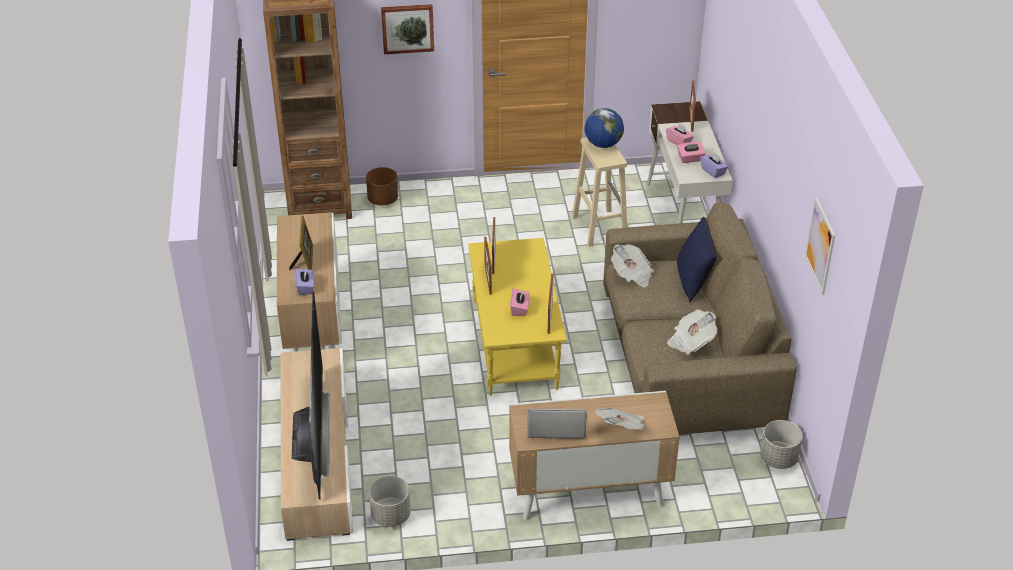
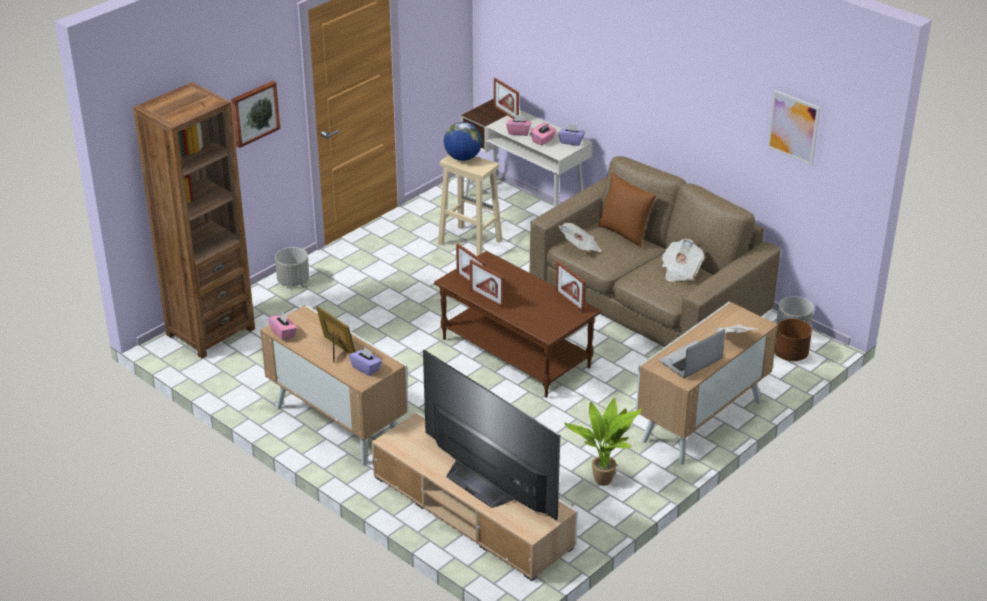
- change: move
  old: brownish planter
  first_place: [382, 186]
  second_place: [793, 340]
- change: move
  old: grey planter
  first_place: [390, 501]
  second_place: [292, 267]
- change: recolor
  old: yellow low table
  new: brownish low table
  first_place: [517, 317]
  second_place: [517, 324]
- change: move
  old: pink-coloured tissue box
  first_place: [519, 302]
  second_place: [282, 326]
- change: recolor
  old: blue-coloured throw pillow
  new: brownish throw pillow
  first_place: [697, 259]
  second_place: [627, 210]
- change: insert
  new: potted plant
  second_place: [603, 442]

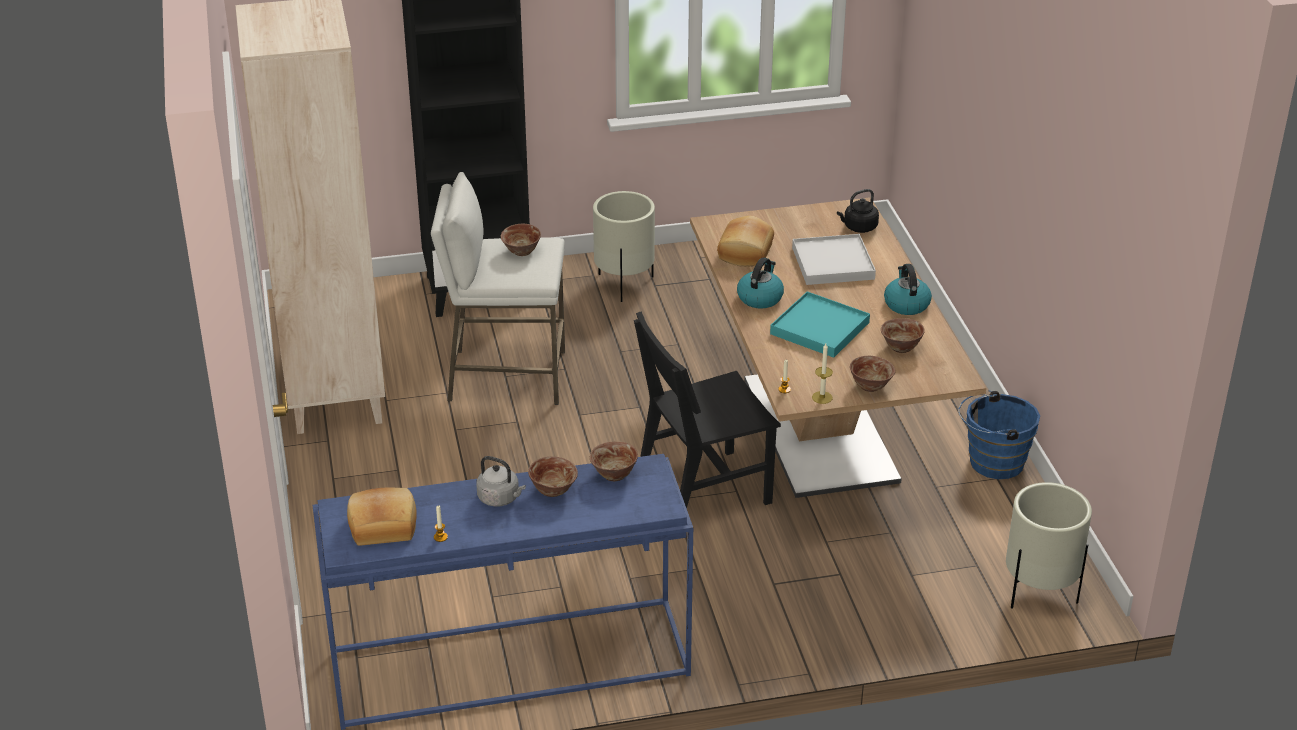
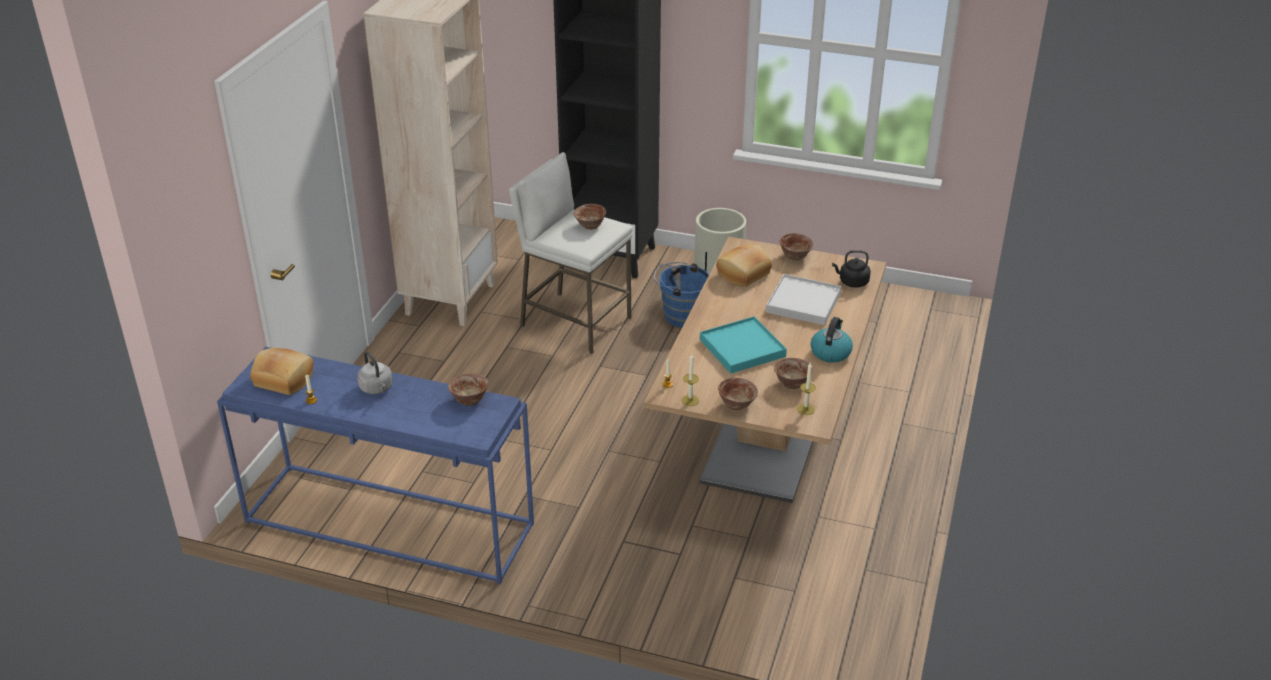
- change: move
  old: serving bowl
  first_place: [553, 477]
  second_place: [797, 246]
- change: delete
  old: black plain chair
  first_place: [707, 409]
- change: delete
  old: kettle
  first_place: [760, 282]
- change: move
  old: blue-coloured water bucket
  first_place: [999, 434]
  second_place: [681, 295]
- change: delete
  old: beige planter
  first_place: [1049, 545]
- change: insert
  new: wax candle
  second_place: [806, 389]

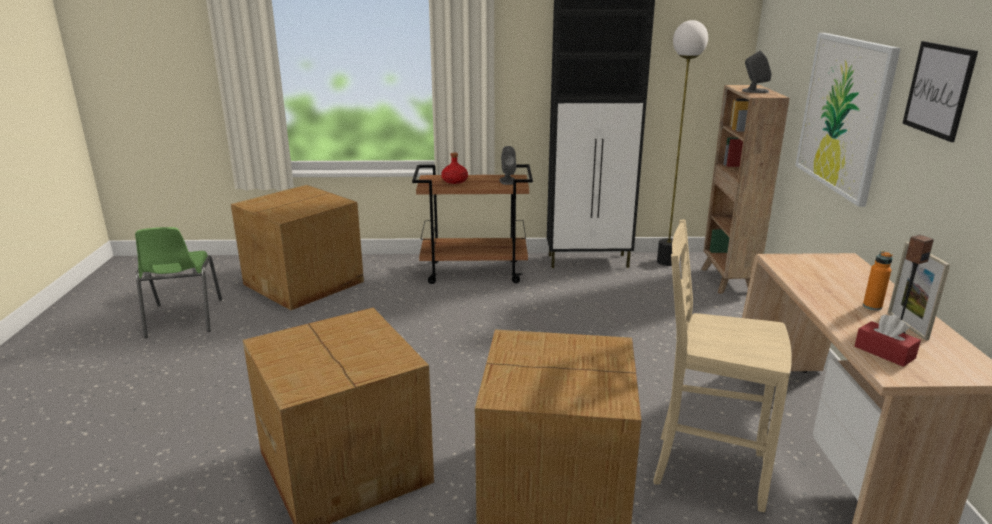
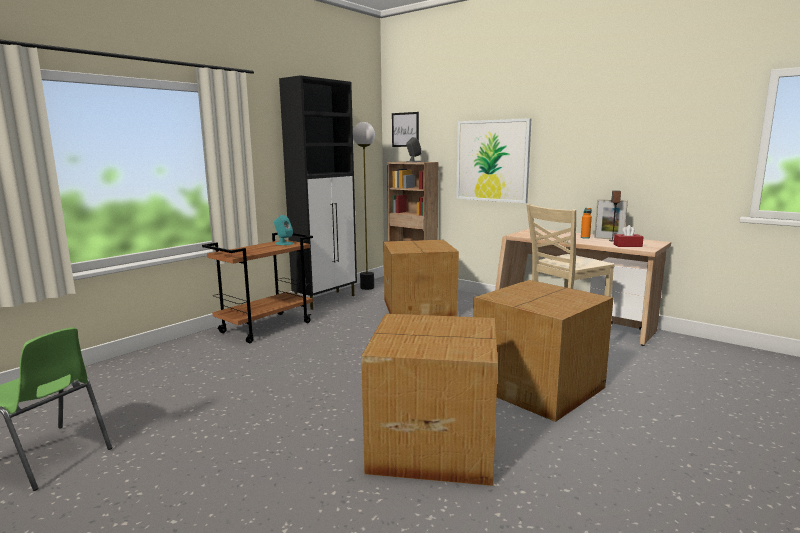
- change: move
  old: cardboard box
  first_place: [297, 247]
  second_place: [421, 278]
- change: delete
  old: red drink bottle
  first_place: [454, 168]
- change: recolor
  old: grey loudspeaker
  new: turquoise loudspeaker
  first_place: [507, 165]
  second_place: [283, 230]
- change: move
  old: wall picture
  first_place: [940, 91]
  second_place: [405, 129]

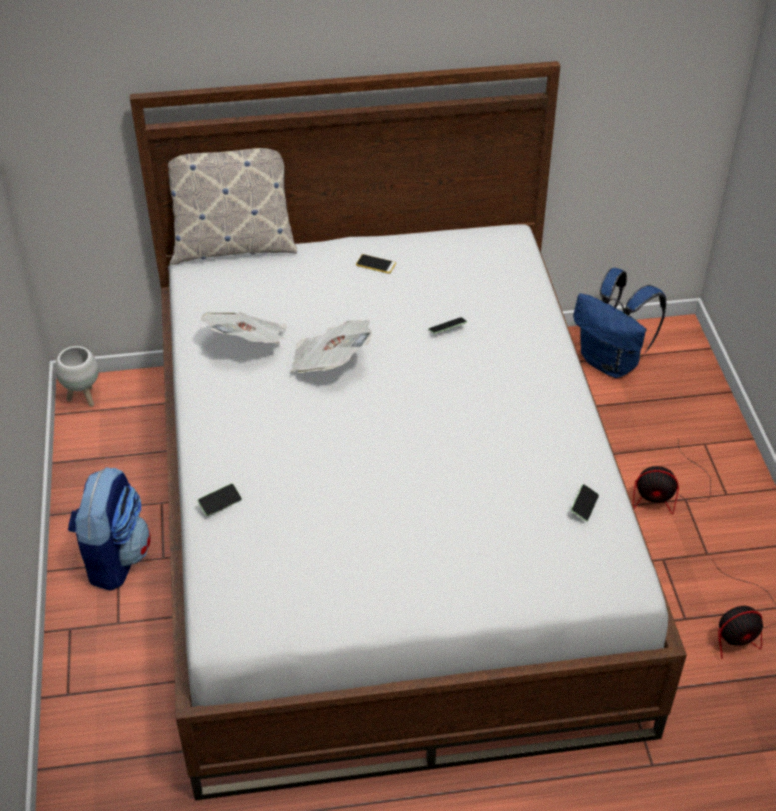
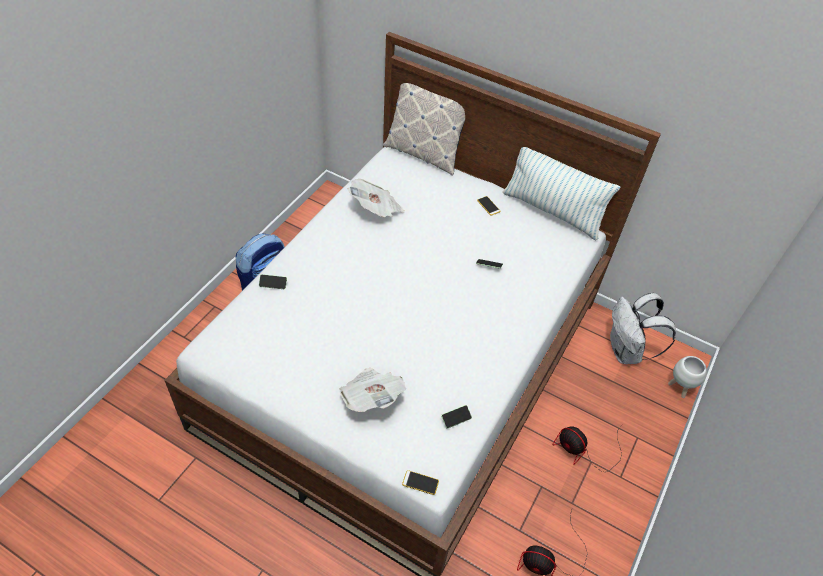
- change: move
  old: white planter
  first_place: [77, 376]
  second_place: [687, 377]
- change: move
  old: printed paper
  first_place: [331, 346]
  second_place: [372, 390]
- change: recolor
  old: blue-coloured backpack
  new: white backpack
  first_place: [619, 323]
  second_place: [643, 328]
- change: insert
  new: handset
  second_place: [420, 482]
- change: insert
  new: throw pillow
  second_place: [561, 194]

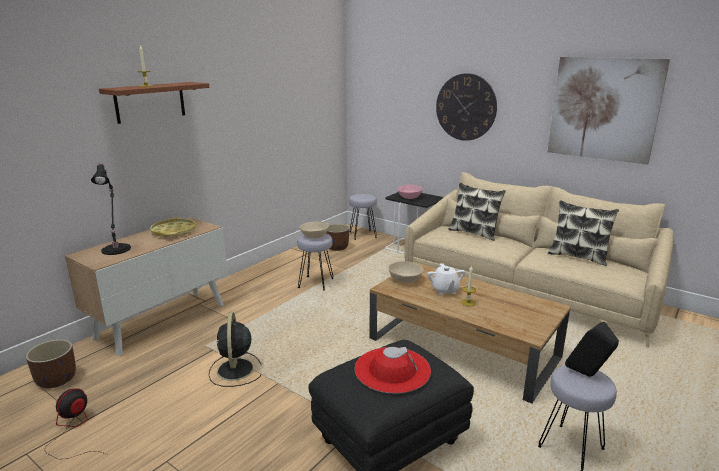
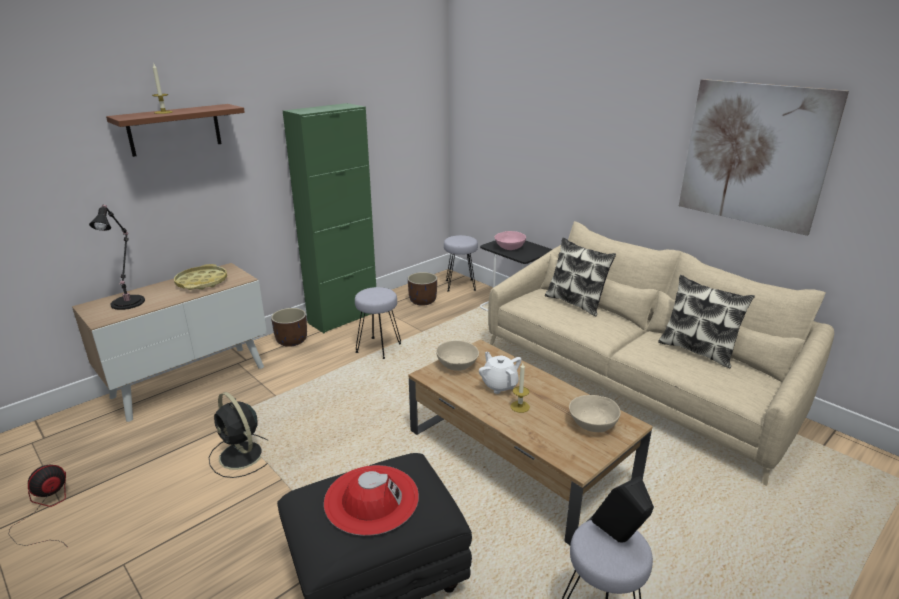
- change: move
  old: brownish planter
  first_place: [51, 363]
  second_place: [289, 327]
- change: rotate
  old: black electric fan
  first_place: [235, 349]
  second_place: [238, 435]
  degrees: -45
- change: move
  old: beige serving bowl
  first_place: [314, 230]
  second_place: [595, 413]
- change: rotate
  old: white teapot
  first_place: [446, 279]
  second_place: [500, 372]
  degrees: 150
- change: delete
  old: hanging clock
  first_place: [466, 107]
- change: insert
  new: green storage cabinet
  second_place: [329, 218]

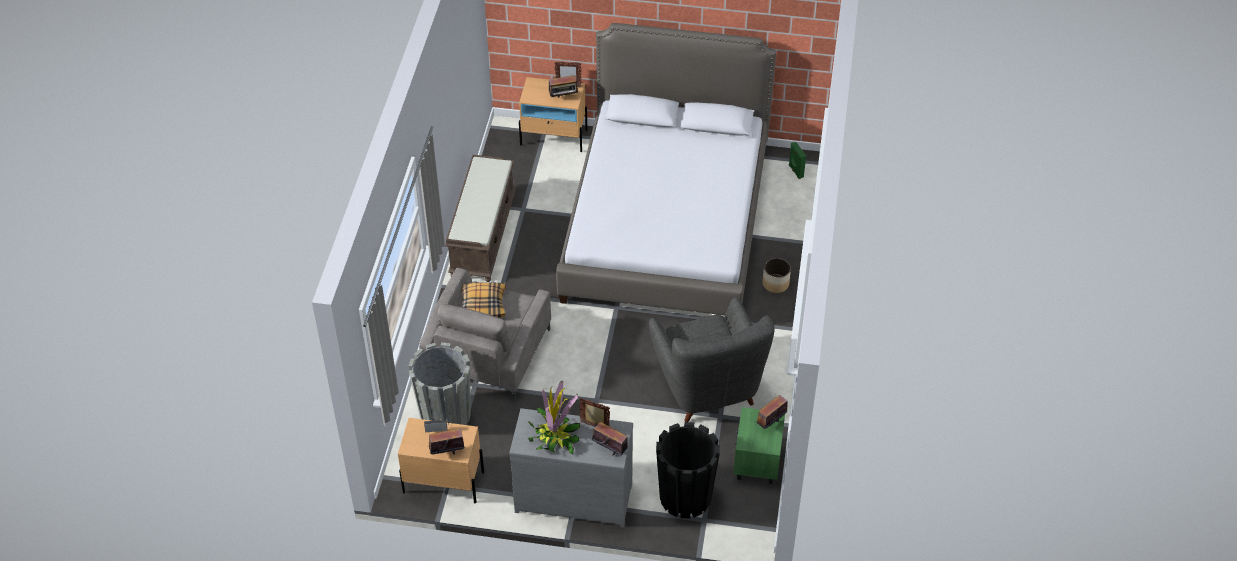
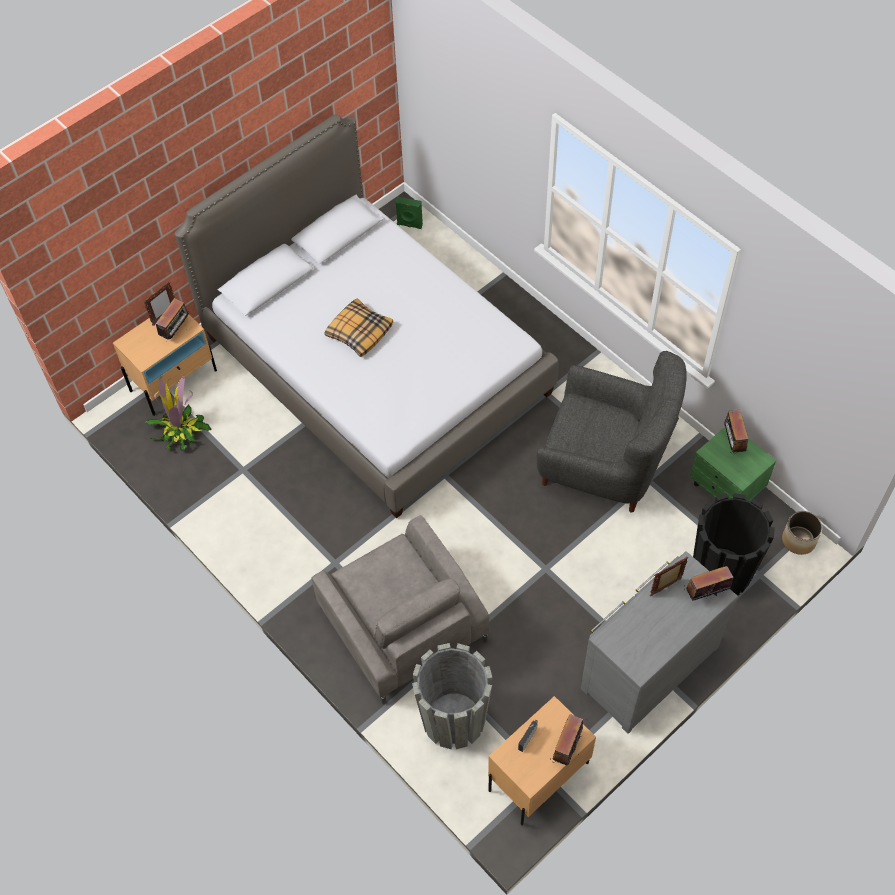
- change: delete
  old: brownish indoor bench
  first_place: [480, 218]
- change: move
  old: throw pillow
  first_place: [483, 300]
  second_place: [358, 327]
- change: move
  old: potted plant
  first_place: [554, 418]
  second_place: [178, 413]
- change: move
  old: planter
  first_place: [776, 275]
  second_place: [802, 533]

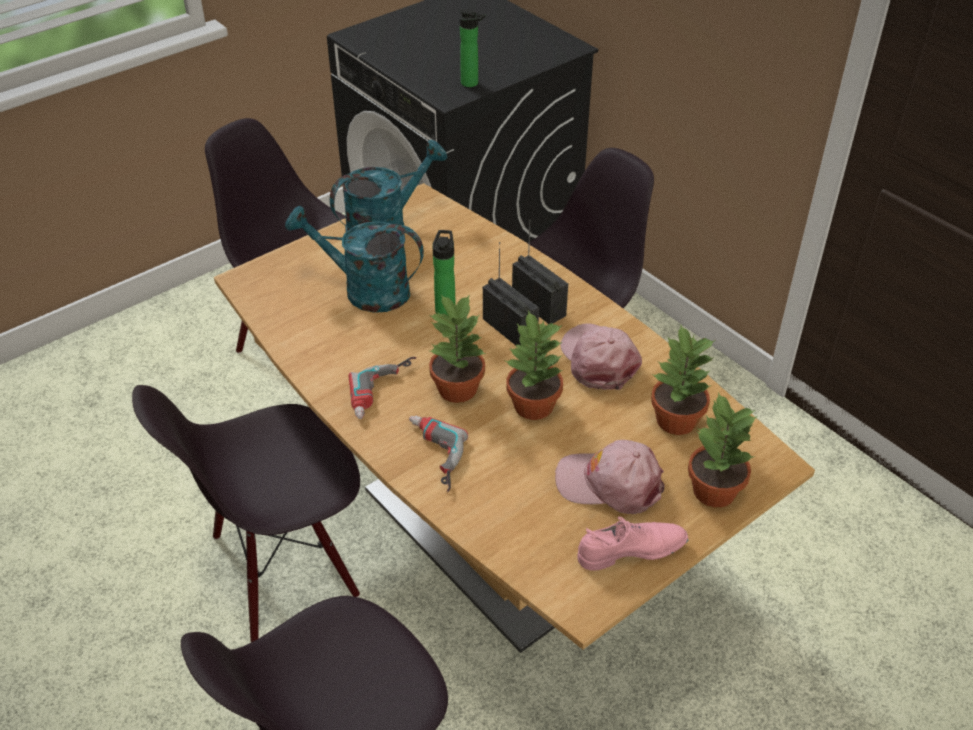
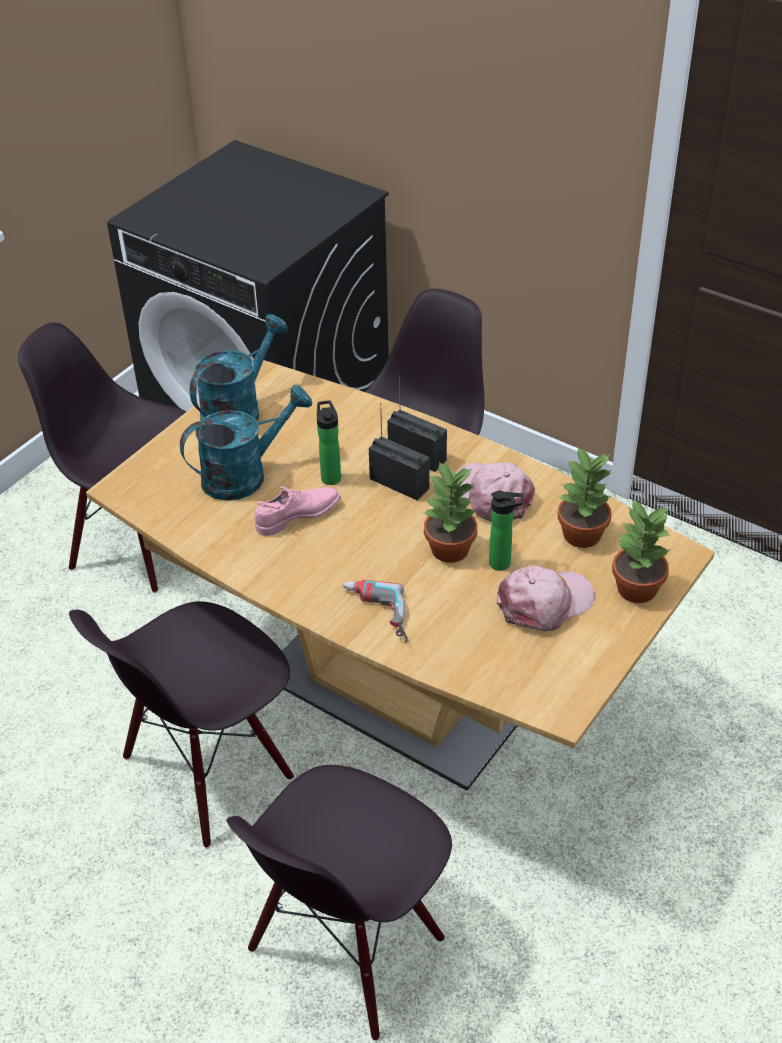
- change: rotate
  old: turquoise sprinkling can
  first_place: [354, 259]
  second_place: [246, 443]
  degrees: 150
- change: delete
  old: electric drill
  first_place: [382, 388]
- change: delete
  old: potted plant
  first_place: [457, 349]
- change: move
  old: drink bottle
  first_place: [473, 48]
  second_place: [506, 530]
- change: rotate
  old: pink-coloured peaked cap
  first_place: [610, 477]
  second_place: [546, 598]
  degrees: 150
- change: move
  old: pink-coloured shoe
  first_place: [633, 543]
  second_place: [297, 511]

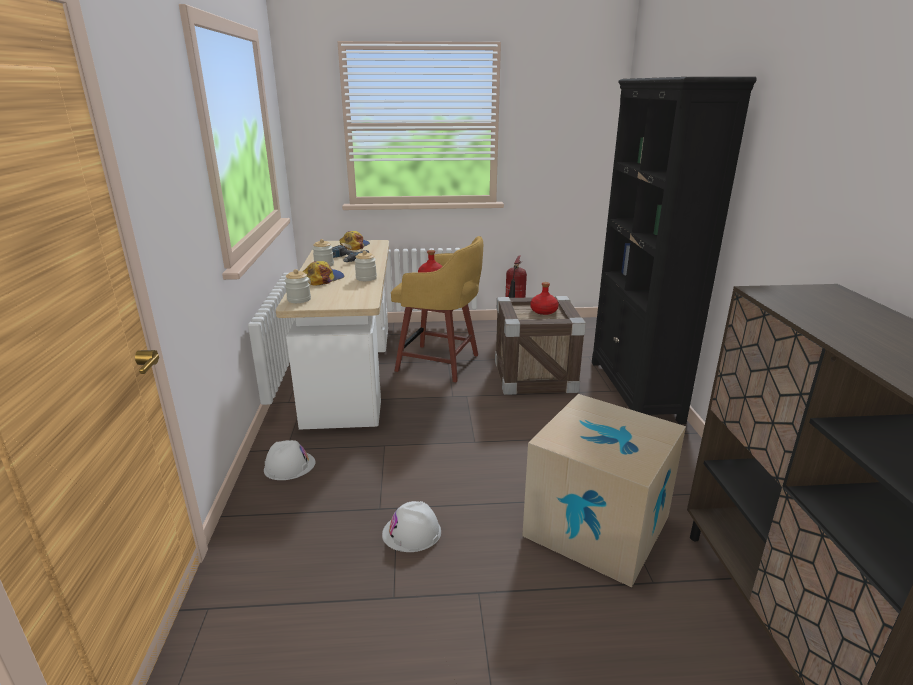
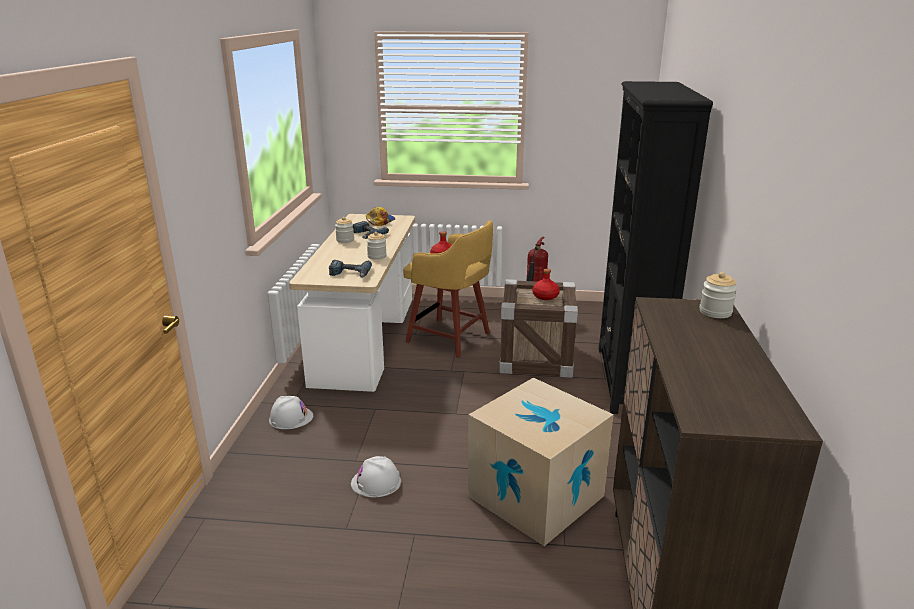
- change: move
  old: storage jar
  first_place: [298, 286]
  second_place: [718, 295]
- change: delete
  old: peaked cap
  first_place: [323, 273]
- change: insert
  new: electric drill
  second_place: [350, 269]

